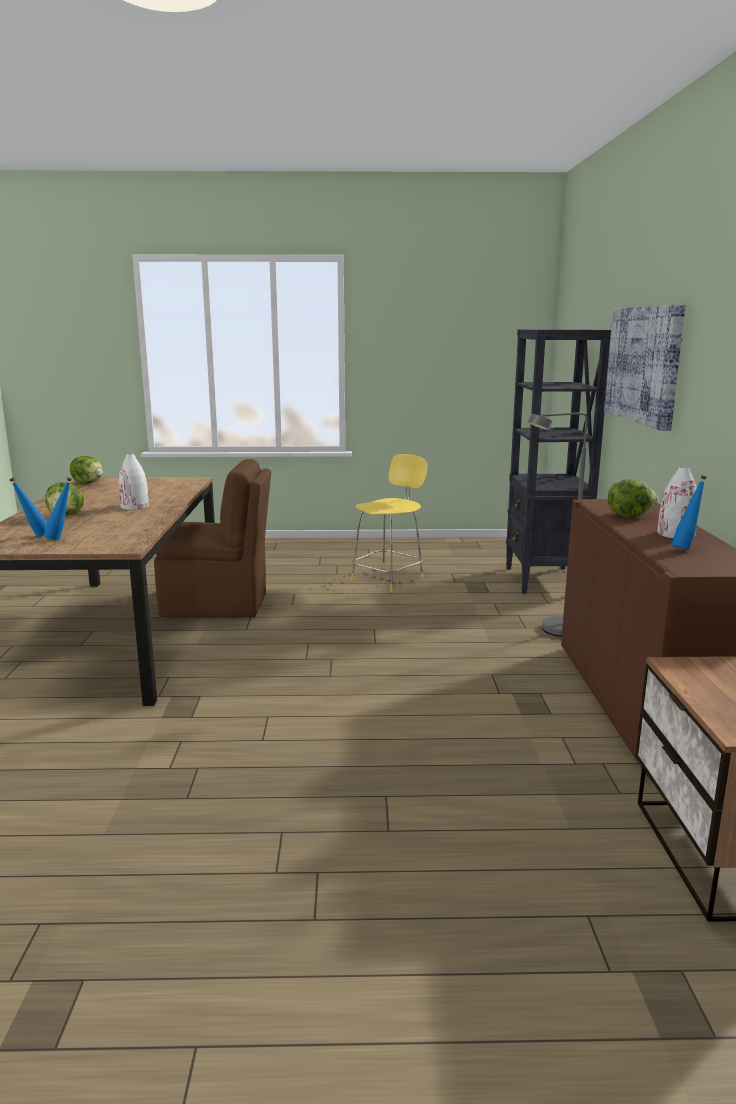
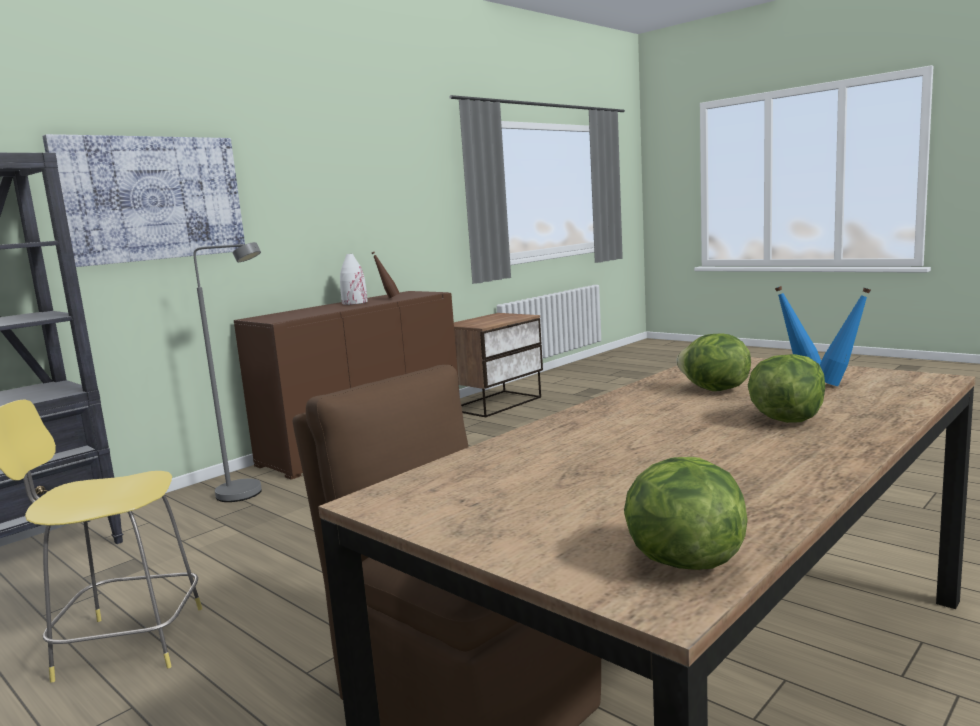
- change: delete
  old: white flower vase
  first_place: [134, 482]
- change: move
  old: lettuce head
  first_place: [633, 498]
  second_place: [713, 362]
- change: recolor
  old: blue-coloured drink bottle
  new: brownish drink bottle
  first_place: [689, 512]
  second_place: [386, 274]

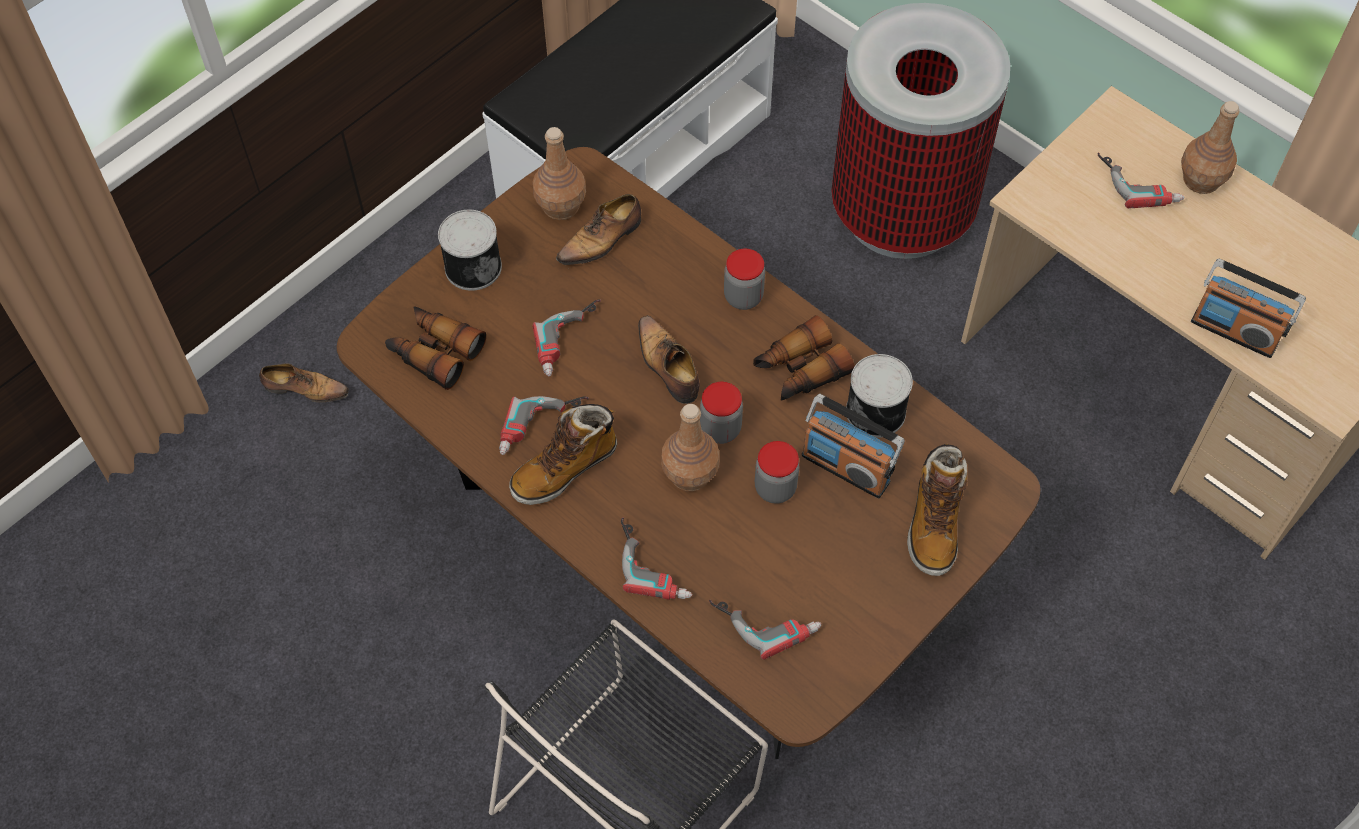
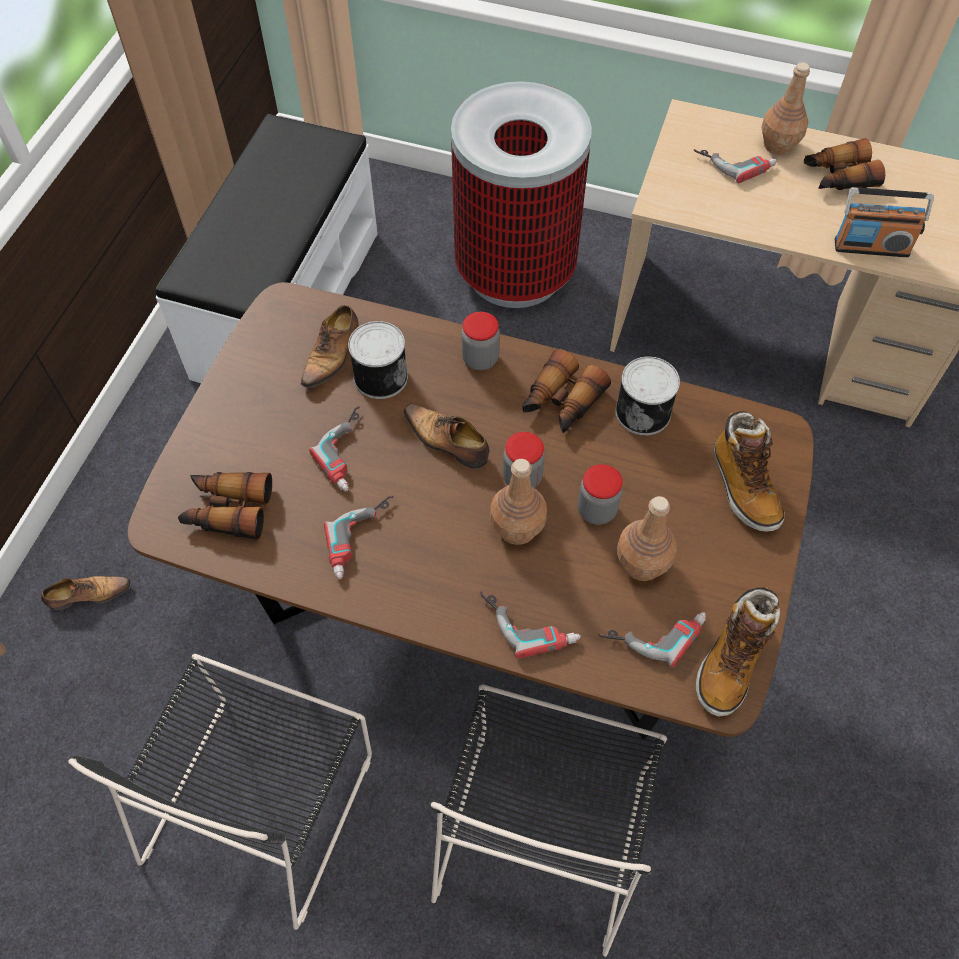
- change: move
  old: can
  first_place: [470, 250]
  second_place: [378, 360]
- change: move
  old: tall boot
  first_place: [563, 454]
  second_place: [738, 652]
- change: move
  old: brownish drink bottle
  first_place: [559, 173]
  second_place: [647, 538]
- change: delete
  old: radio
  first_place: [853, 446]
- change: insert
  new: black plain chair
  second_place: [220, 792]
- change: insert
  new: field glasses
  second_place: [844, 164]

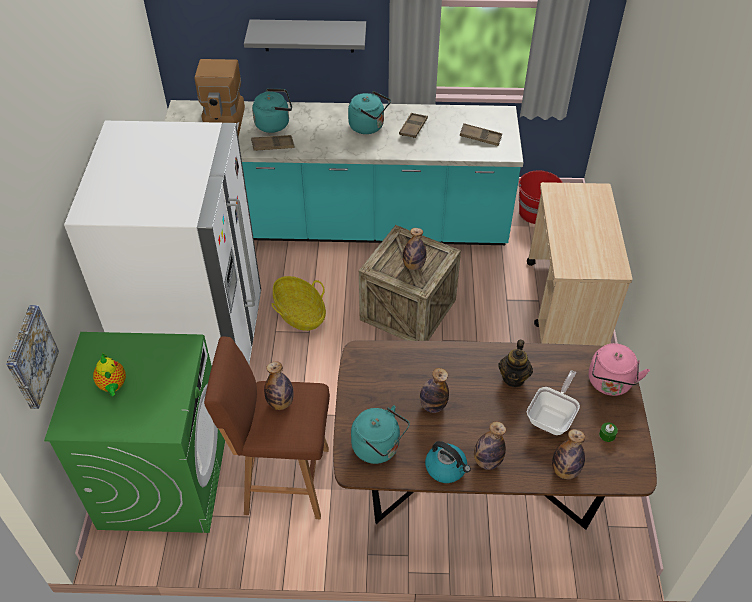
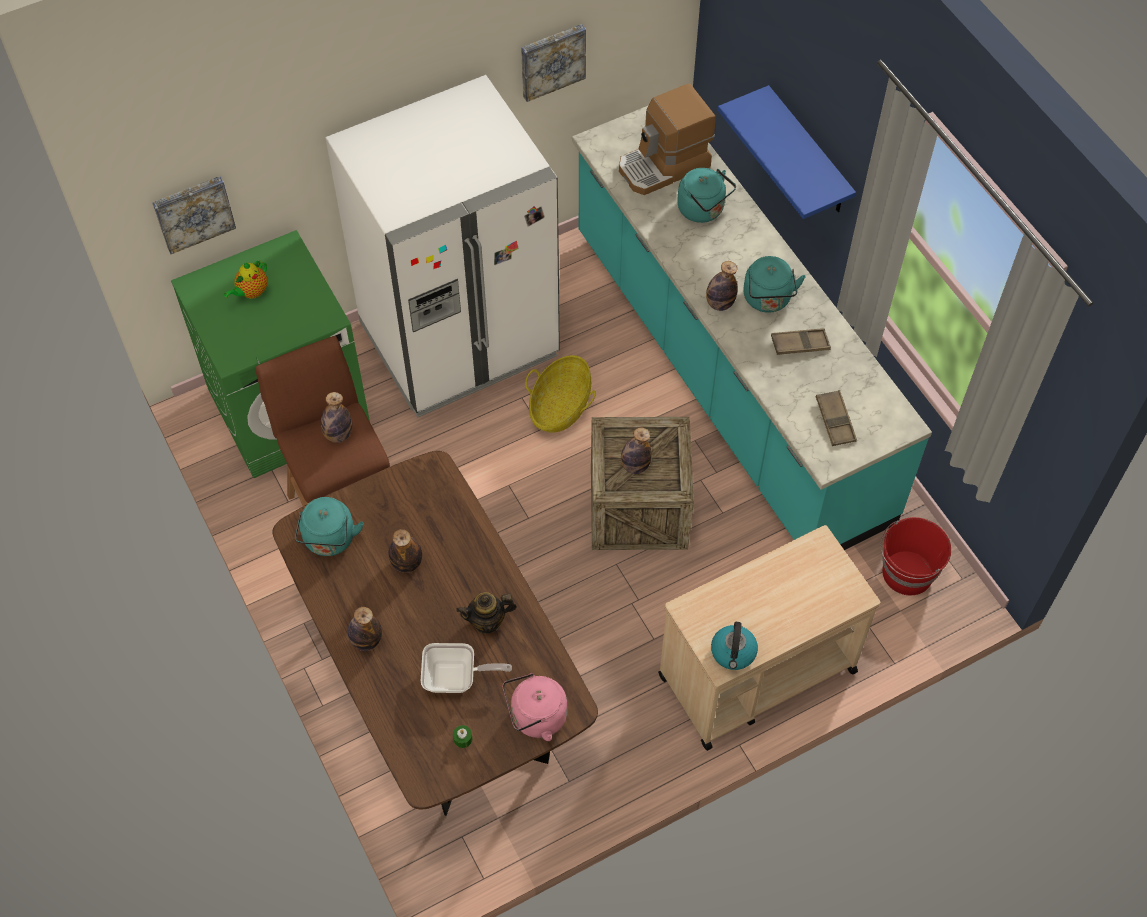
- change: recolor
  old: grey wall shelf
  new: blue-coloured wall shelf
  first_place: [305, 36]
  second_place: [787, 152]
- change: delete
  old: brownish serving tray
  first_place: [272, 143]
- change: move
  old: kettle
  first_place: [448, 462]
  second_place: [734, 646]
- change: move
  old: drink bottle
  first_place: [568, 454]
  second_place: [722, 286]
- change: insert
  new: wall picture
  second_place: [553, 63]

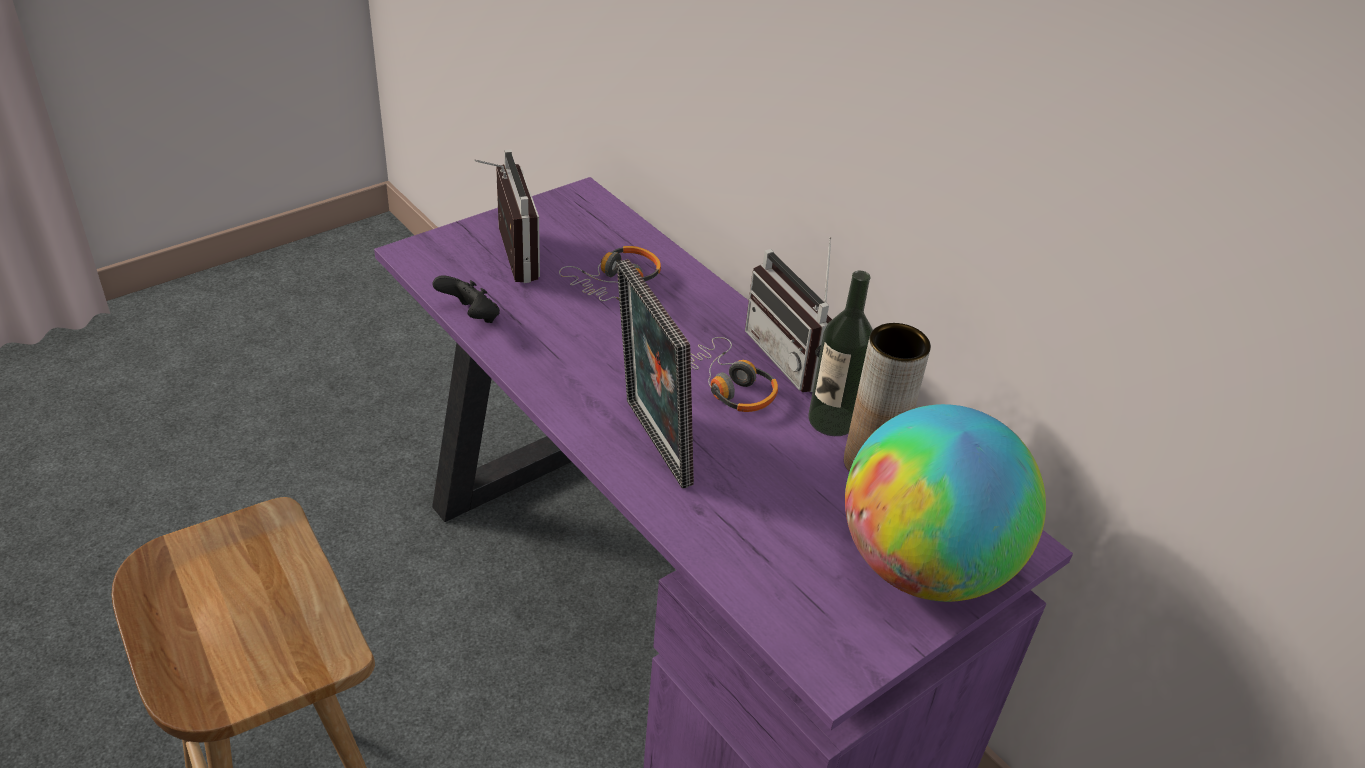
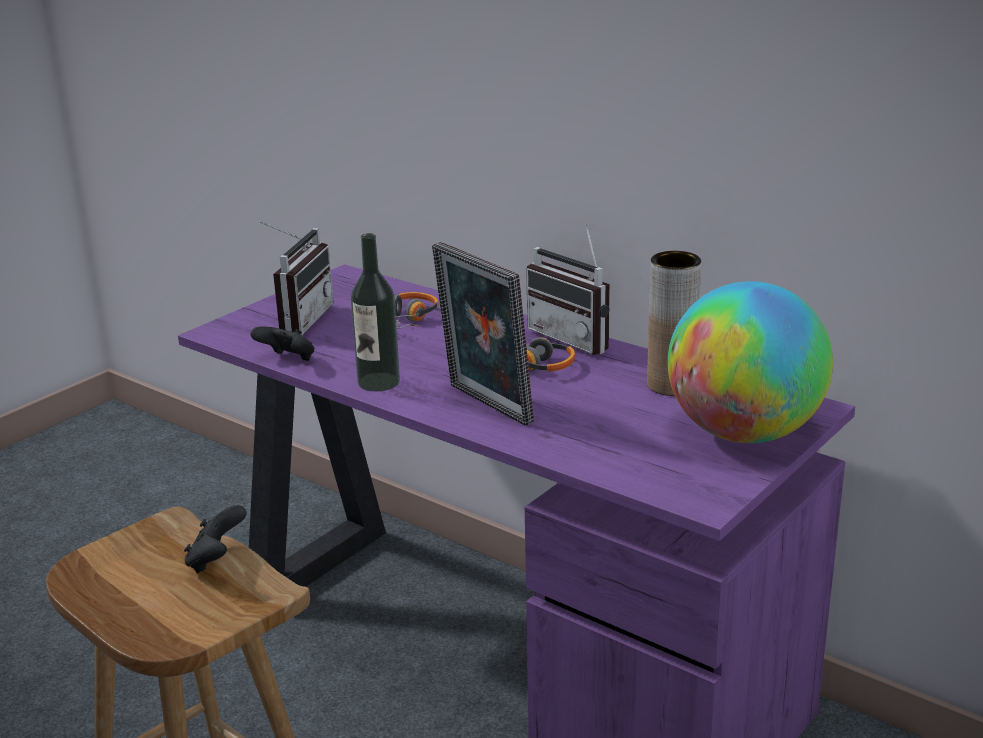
- change: rotate
  old: radio
  first_place: [507, 216]
  second_place: [296, 278]
  degrees: 45
- change: move
  old: drink bottle
  first_place: [840, 353]
  second_place: [375, 312]
- change: insert
  new: black joypad
  second_place: [215, 539]

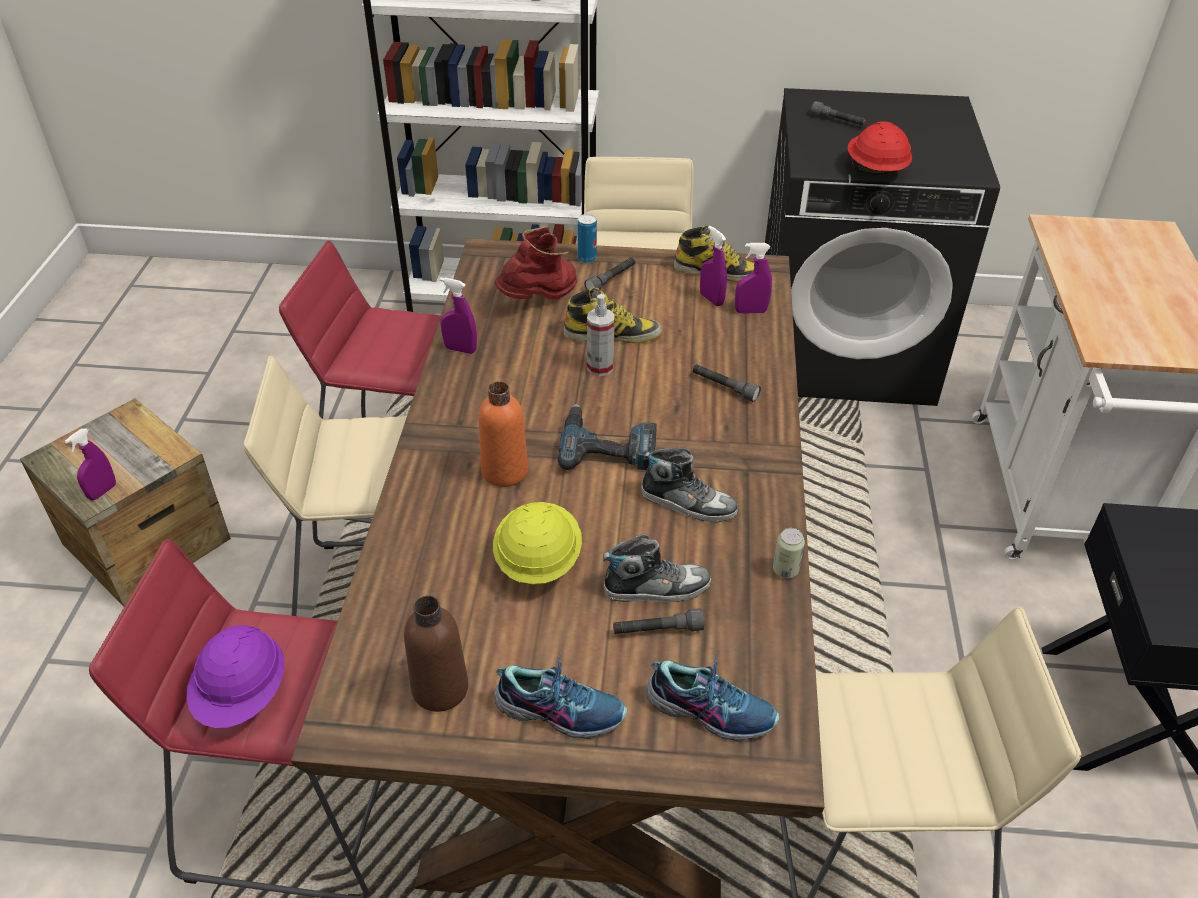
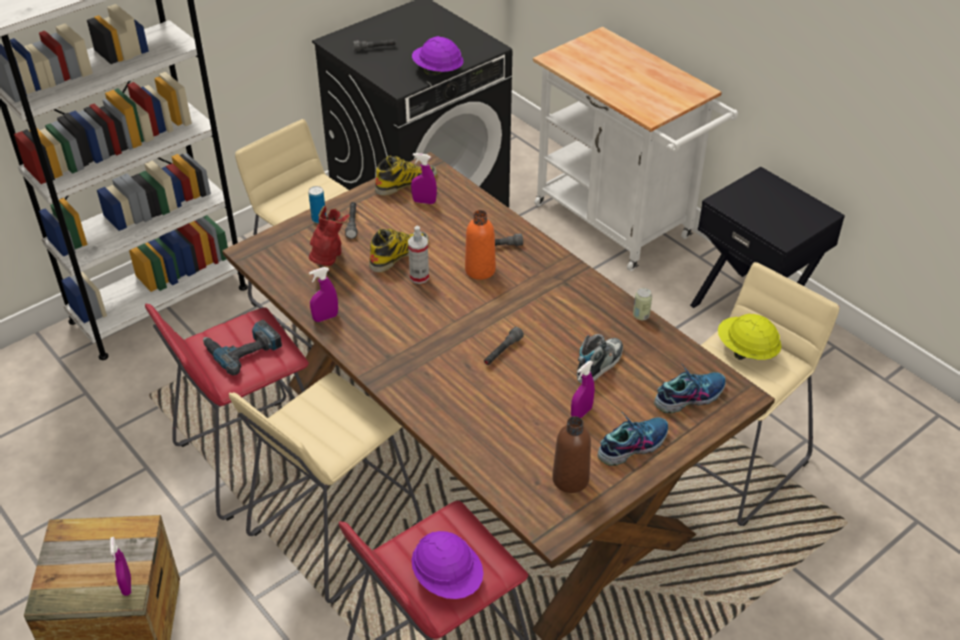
- change: move
  old: orange-coloured drink bottle
  first_place: [503, 434]
  second_place: [480, 245]
- change: move
  old: yellow hard hat
  first_place: [537, 543]
  second_place: [749, 337]
- change: move
  old: electric drill
  first_place: [607, 437]
  second_place: [242, 347]
- change: move
  old: grey flashlight
  first_place: [658, 621]
  second_place: [504, 346]
- change: delete
  old: shoe
  first_place: [689, 485]
- change: move
  old: purplish hand sprayer
  first_place: [753, 278]
  second_place: [583, 389]
- change: recolor
  old: red hard hat
  new: purplish hard hat
  first_place: [880, 148]
  second_place: [437, 56]

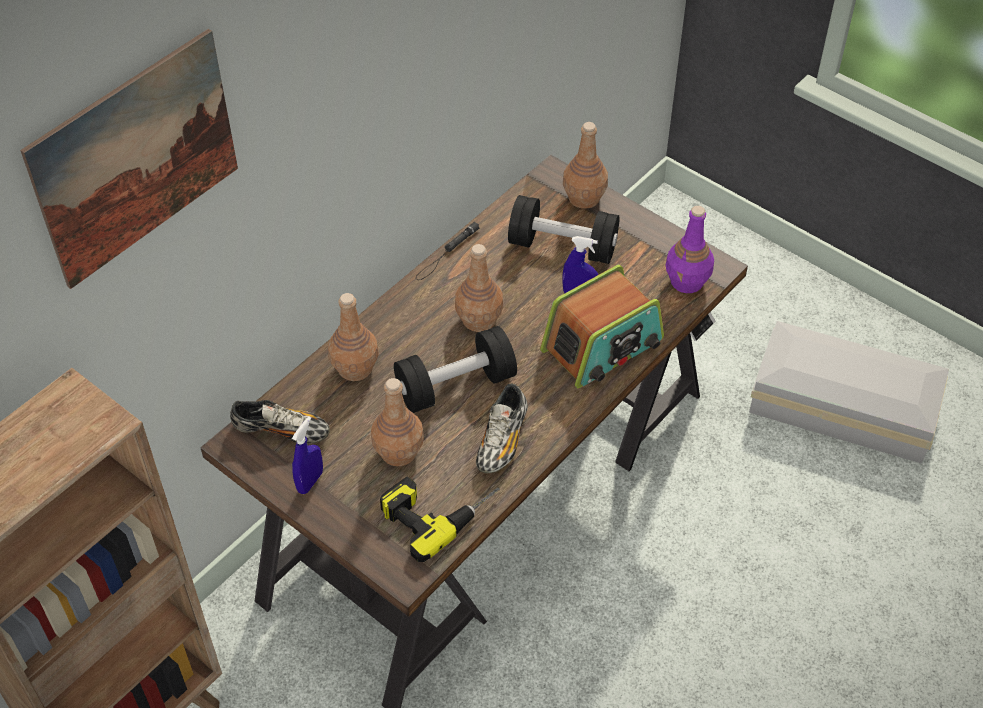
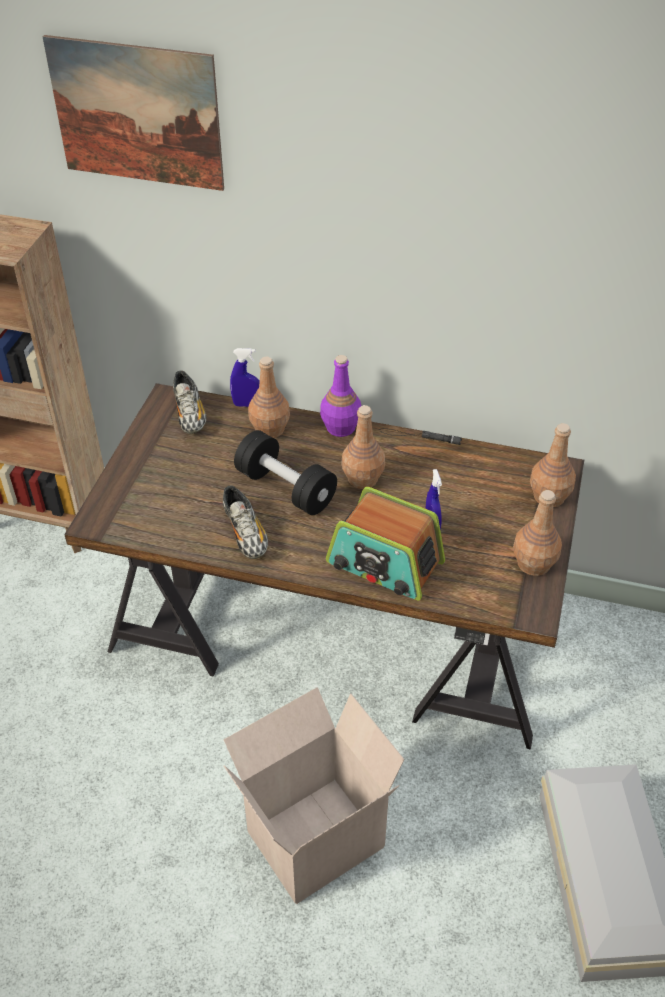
- change: move
  old: blue-coloured hand sprayer
  first_place: [307, 455]
  second_place: [245, 377]
- change: move
  old: brownish drink bottle
  first_place: [397, 422]
  second_place: [537, 533]
- change: delete
  old: electric drill
  first_place: [440, 519]
- change: rotate
  old: shoe
  first_place: [502, 428]
  second_place: [245, 522]
  degrees: -105
- change: delete
  old: black hand weight
  first_place: [564, 229]
- change: move
  old: purplish drink bottle
  first_place: [690, 249]
  second_place: [341, 396]
- change: insert
  new: cardboard box
  second_place: [314, 795]

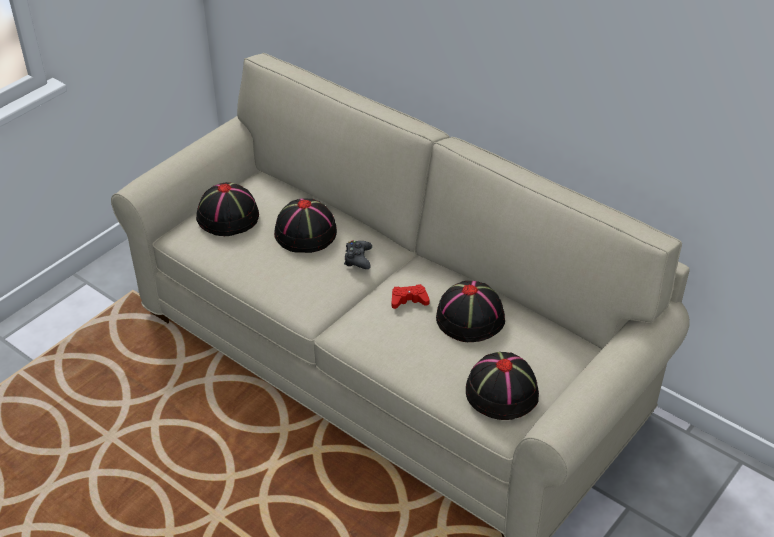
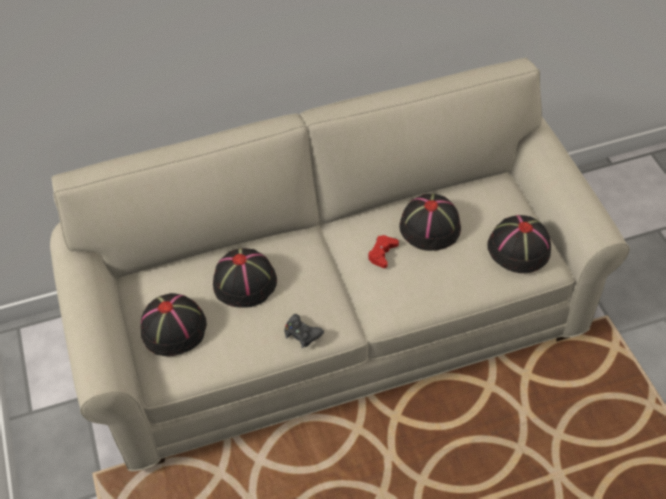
- change: move
  old: black joypad
  first_place: [358, 255]
  second_place: [304, 331]

